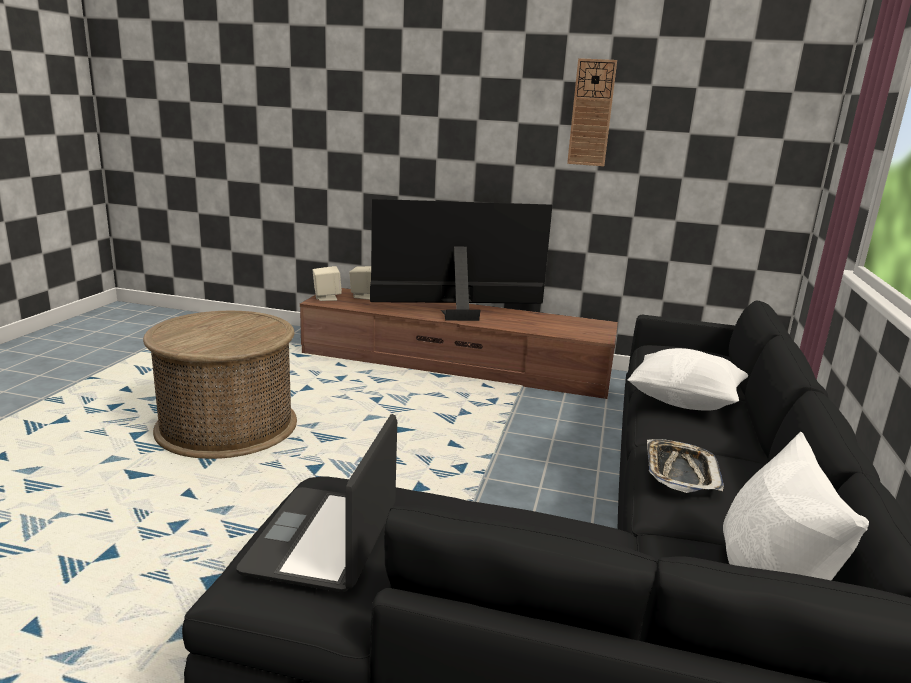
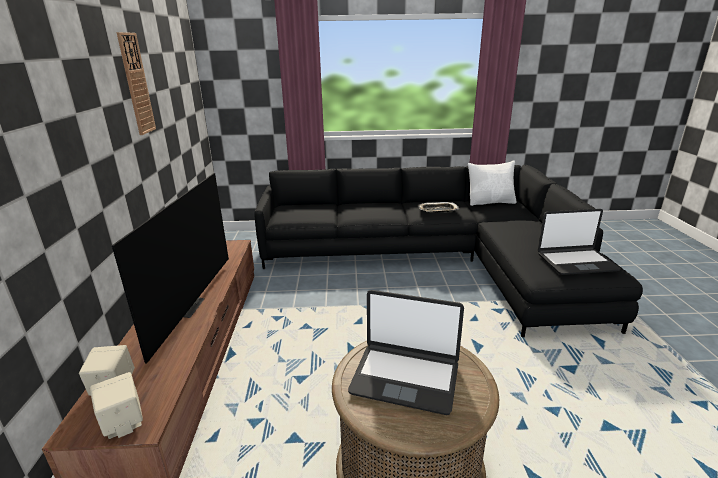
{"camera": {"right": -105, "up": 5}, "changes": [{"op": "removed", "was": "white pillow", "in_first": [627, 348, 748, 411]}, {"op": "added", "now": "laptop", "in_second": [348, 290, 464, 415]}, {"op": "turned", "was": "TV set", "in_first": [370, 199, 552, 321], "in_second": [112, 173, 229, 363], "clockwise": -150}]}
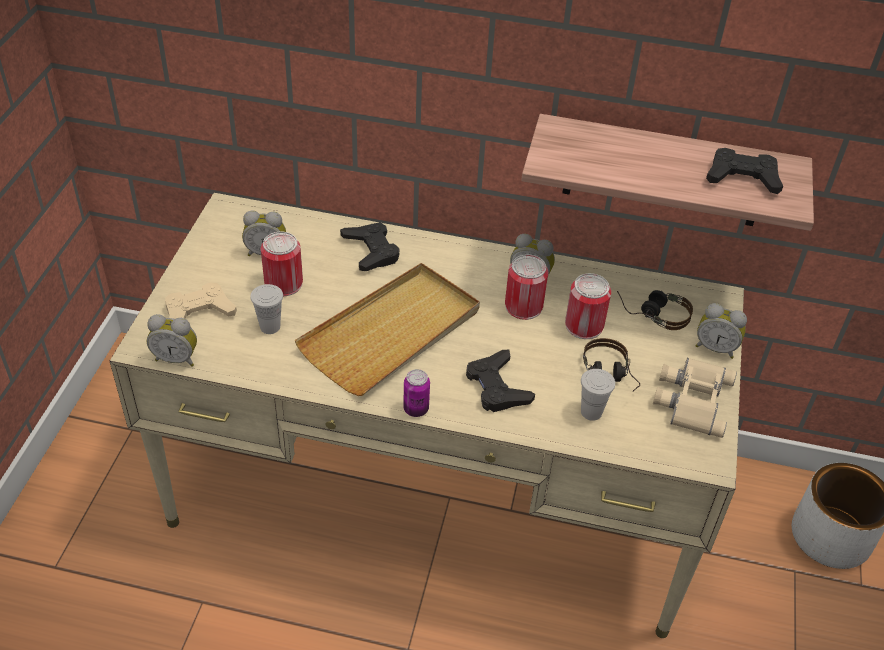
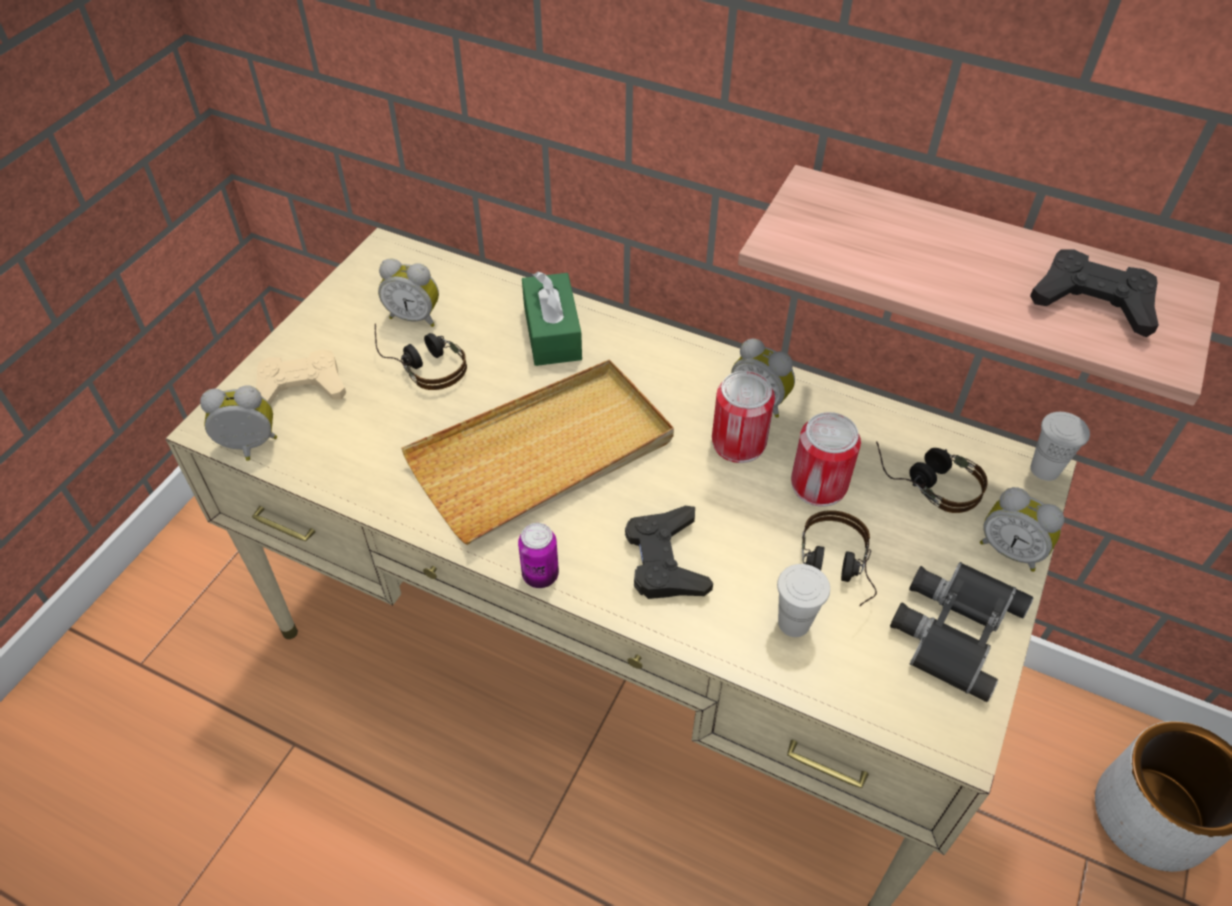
{"camera": {"right": 15, "up": 5}, "changes": [{"op": "moved", "was": "white drinking cup", "in_first": [250, 284, 283, 334], "in_second": [1030, 412, 1090, 481]}, {"op": "replaced", "was": "can", "now": "headphones", "in_first": [261, 232, 303, 296], "in_second": [375, 323, 467, 390]}, {"op": "replaced", "was": "blackish joypad", "now": "greenish box of tissues", "in_first": [340, 222, 400, 271], "in_second": [522, 272, 582, 366]}, {"op": "recoloured", "was": "beige-coloured pair of binoculars", "now": "blackish pair of binoculars", "in_first": [653, 357, 737, 438], "in_second": [890, 562, 1033, 702]}, {"op": "turned", "was": "bedside clock", "in_first": [147, 314, 197, 367], "in_second": [200, 385, 277, 461], "clockwise": 150}]}
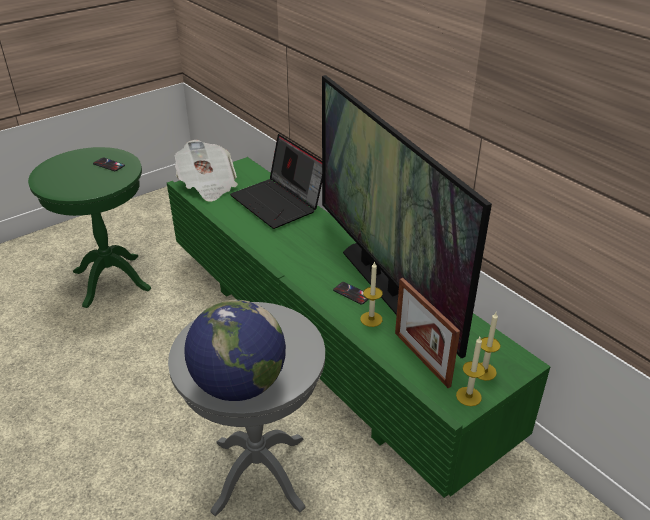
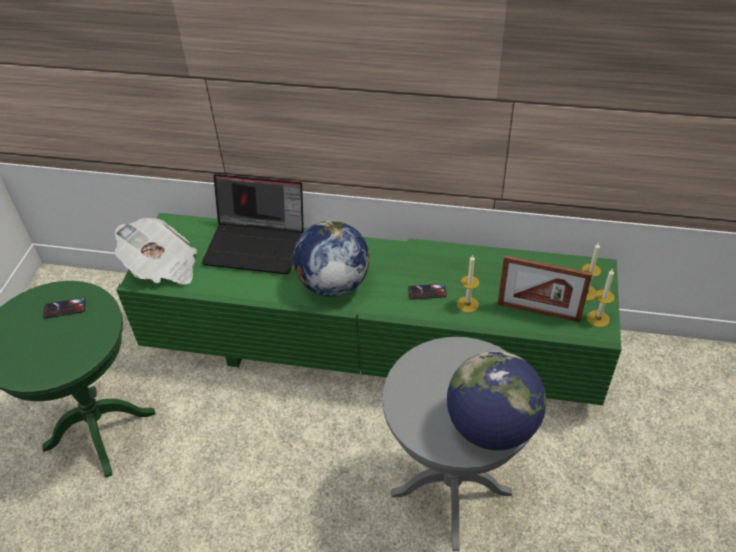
{"camera": {"right": -40, "up": 10}, "changes": [{"op": "removed", "was": "TV set", "in_first": [322, 75, 492, 359]}, {"op": "added", "now": "world globe", "in_second": [293, 220, 370, 297]}]}
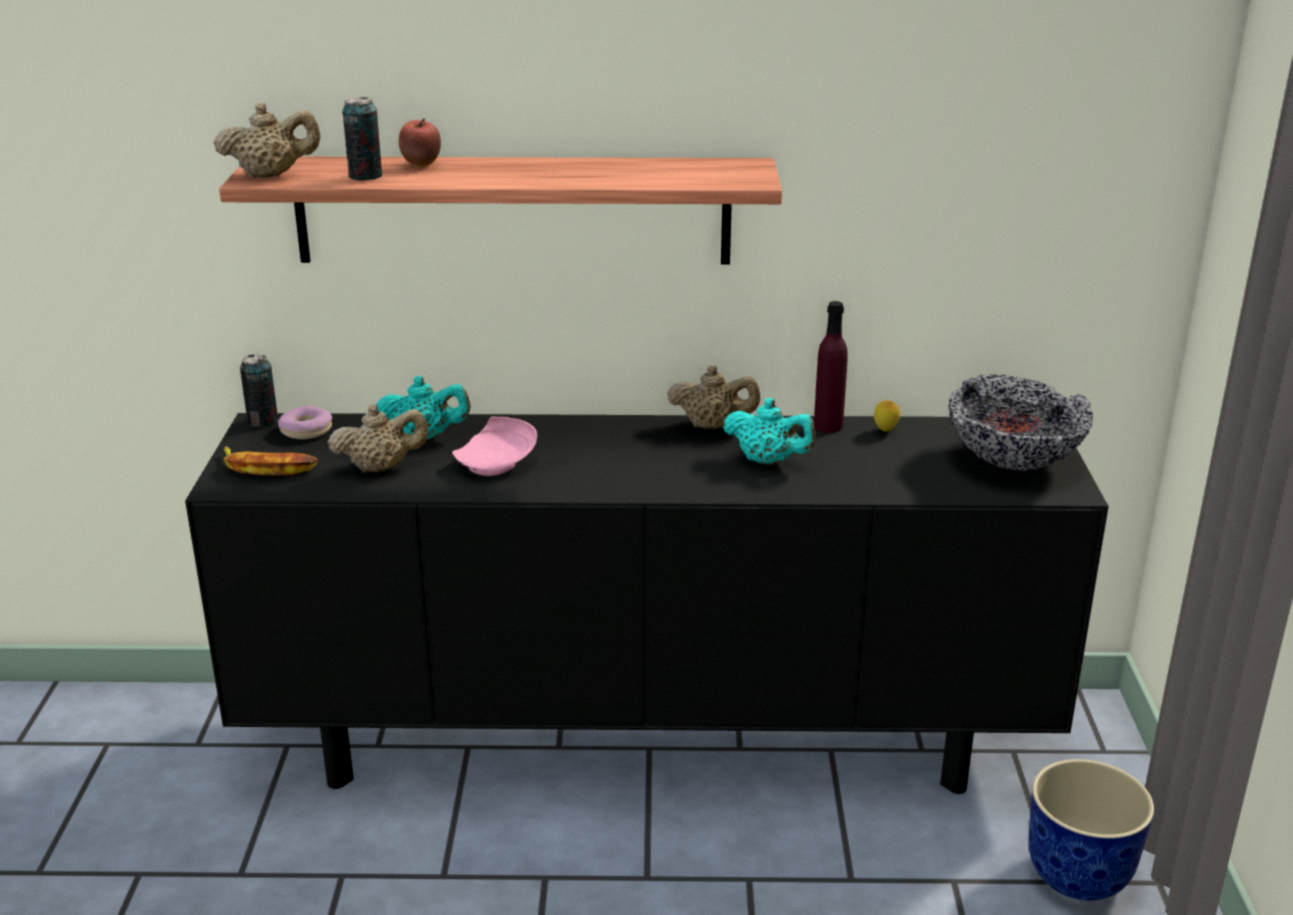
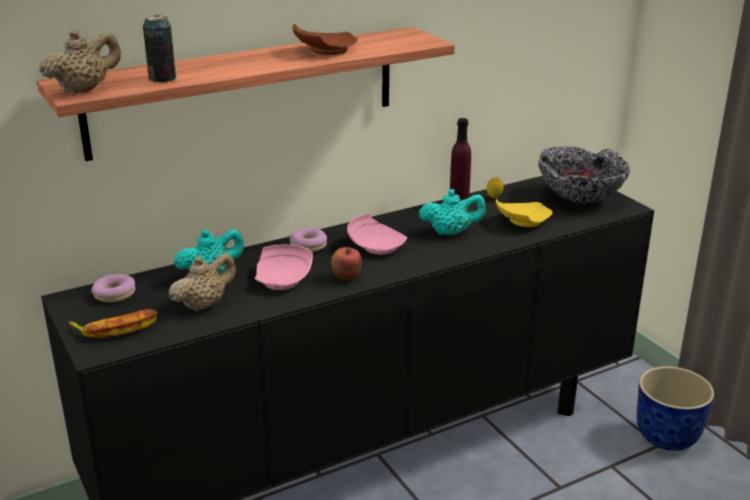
{"camera": {"right": -30, "up": 0}, "changes": [{"op": "removed", "was": "can", "in_first": [240, 354, 278, 427]}, {"op": "removed", "was": "beige-coloured tea pot", "in_first": [667, 365, 760, 429]}, {"op": "added", "now": "ring doughnut", "in_second": [290, 228, 327, 252]}, {"op": "added", "now": "brown dinner plate", "in_second": [292, 24, 358, 55]}, {"op": "added", "now": "pinkish dinner plate", "in_second": [347, 214, 407, 255]}, {"op": "added", "now": "yellowish dinner plate", "in_second": [496, 199, 552, 227]}, {"op": "moved", "was": "apple fruit", "in_first": [399, 118, 441, 167], "in_second": [331, 246, 362, 280]}]}
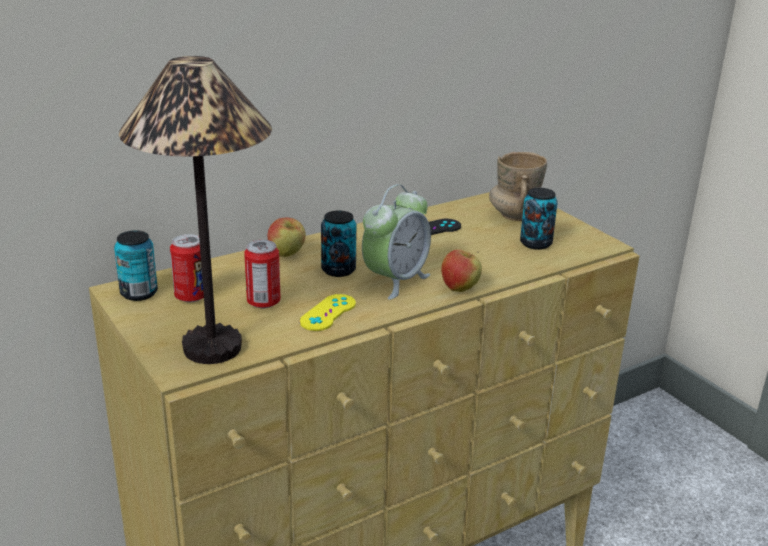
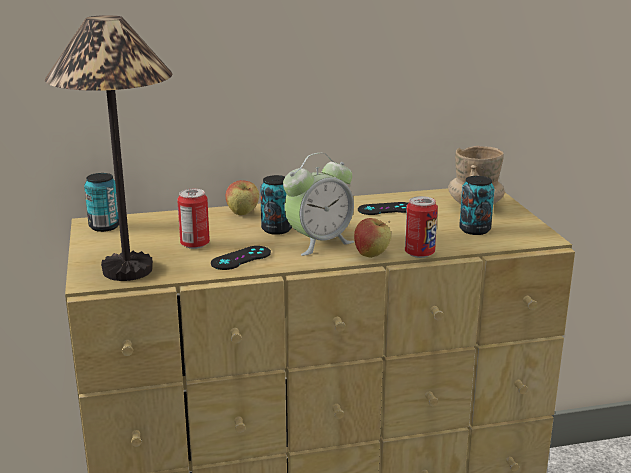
{"camera": {"right": 20, "up": -5}, "changes": [{"op": "moved", "was": "can", "in_first": [170, 234, 204, 302], "in_second": [405, 196, 438, 258]}, {"op": "recoloured", "was": "yellowish joypad", "now": "blackish joypad", "in_first": [299, 294, 356, 331], "in_second": [211, 246, 271, 270]}]}
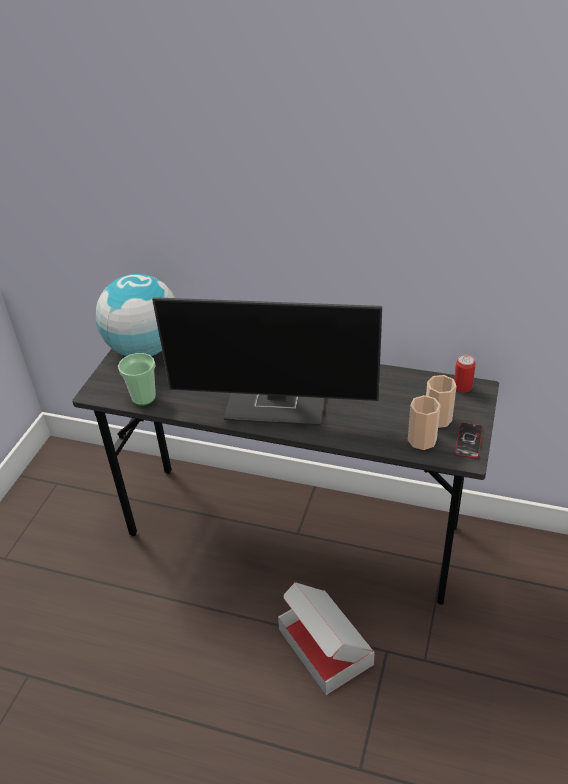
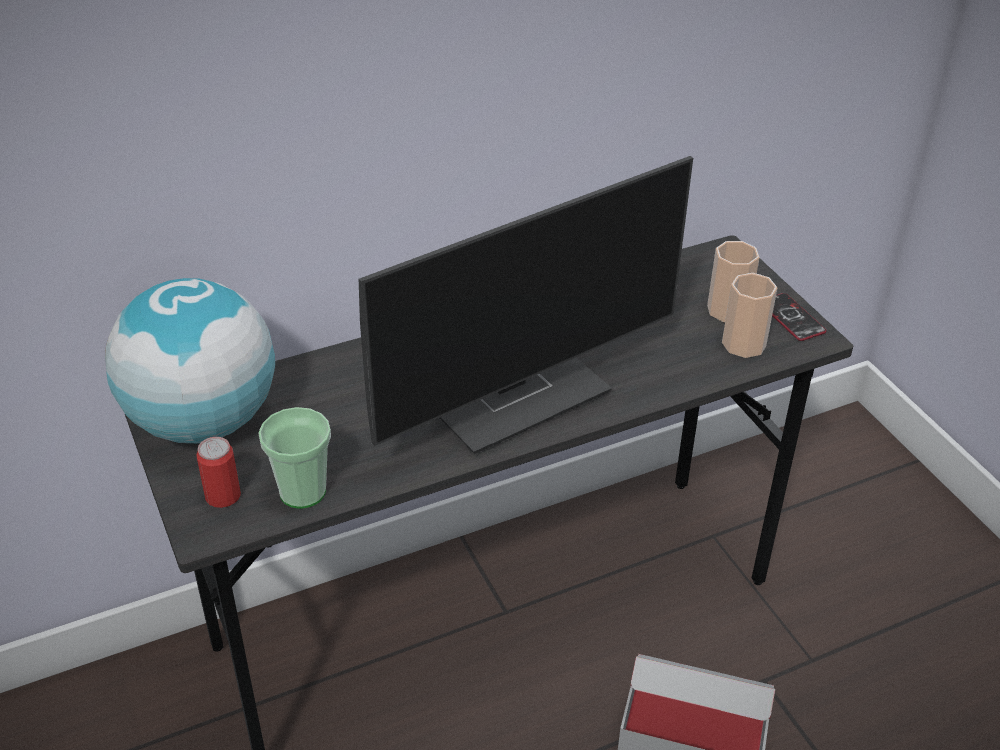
{"camera": {"right": -45, "up": 0}, "changes": [{"op": "moved", "was": "can", "in_first": [454, 354, 476, 393], "in_second": [196, 437, 241, 508]}]}
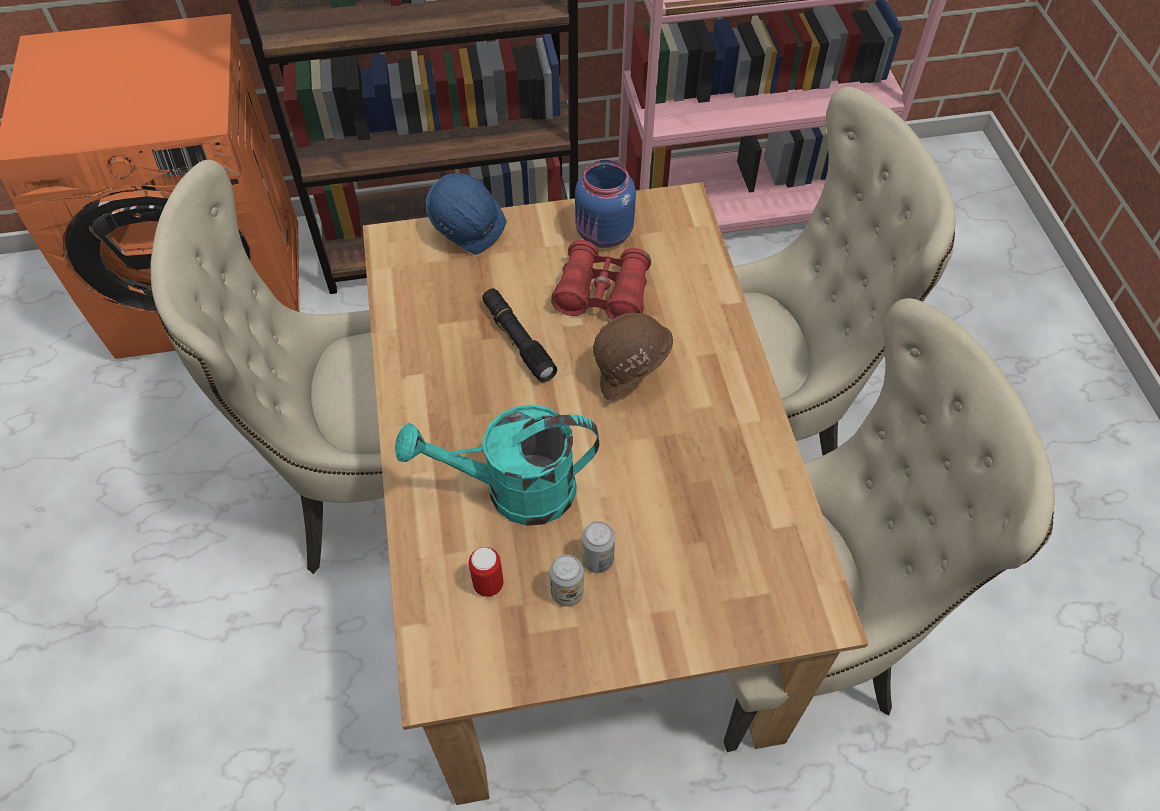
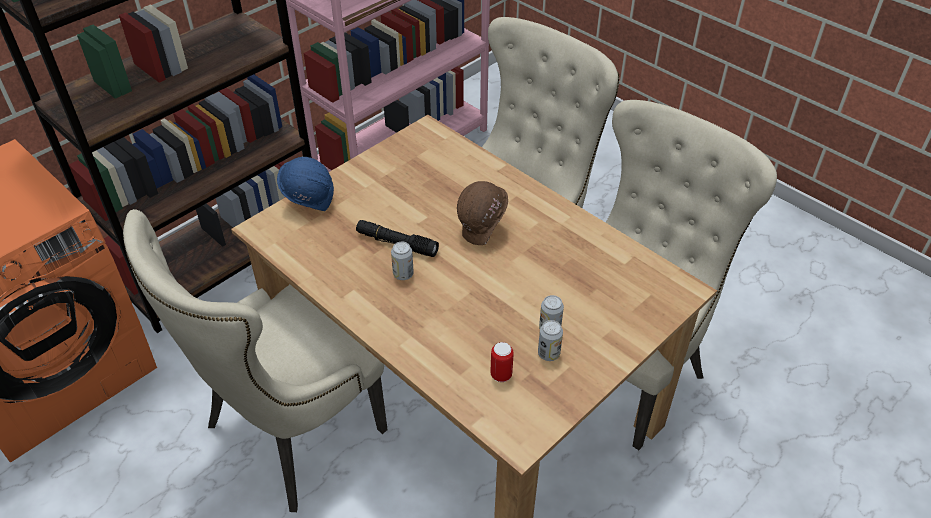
{"camera": {"right": -35, "up": -10}, "changes": [{"op": "removed", "was": "turquoise watering pot", "in_first": [395, 405, 599, 526]}, {"op": "removed", "was": "red-coloured pair of binoculars", "in_first": [551, 240, 651, 320]}, {"op": "removed", "was": "blue-coloured storage jar", "in_first": [575, 160, 636, 248]}, {"op": "added", "now": "can", "in_second": [391, 242, 414, 280]}]}
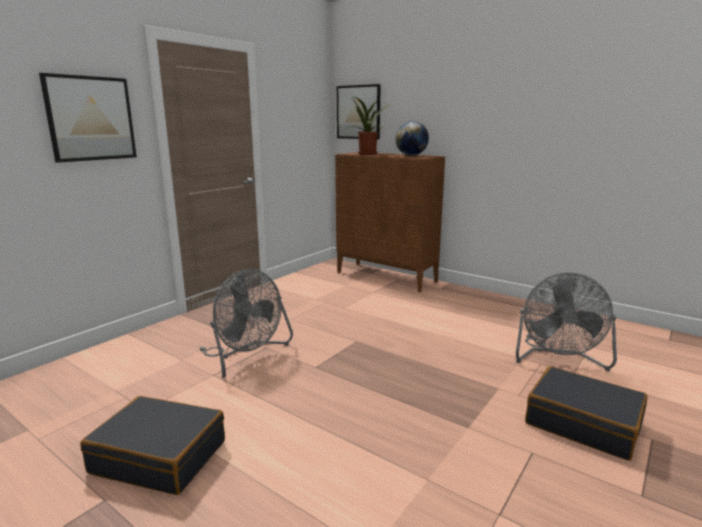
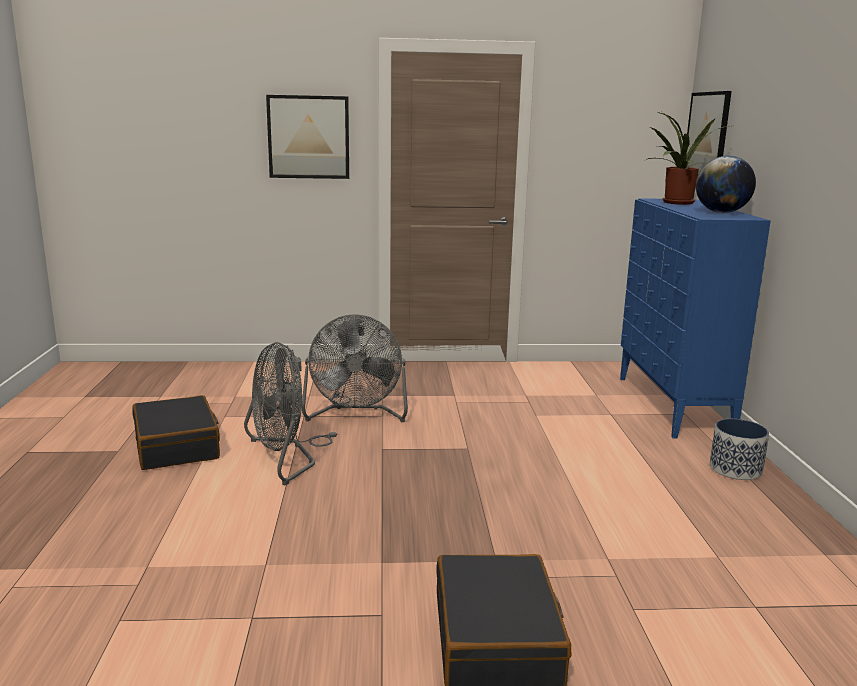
{"camera": {"right": 50, "up": 0}, "changes": [{"op": "added", "now": "flower pot", "in_second": [710, 419, 769, 480]}, {"op": "moved", "was": "gray fan", "in_first": [516, 273, 617, 372], "in_second": [244, 342, 338, 485]}, {"op": "recoloured", "was": "brown dresser", "now": "blue-coloured dresser", "in_first": [335, 152, 445, 292], "in_second": [620, 198, 771, 439]}]}
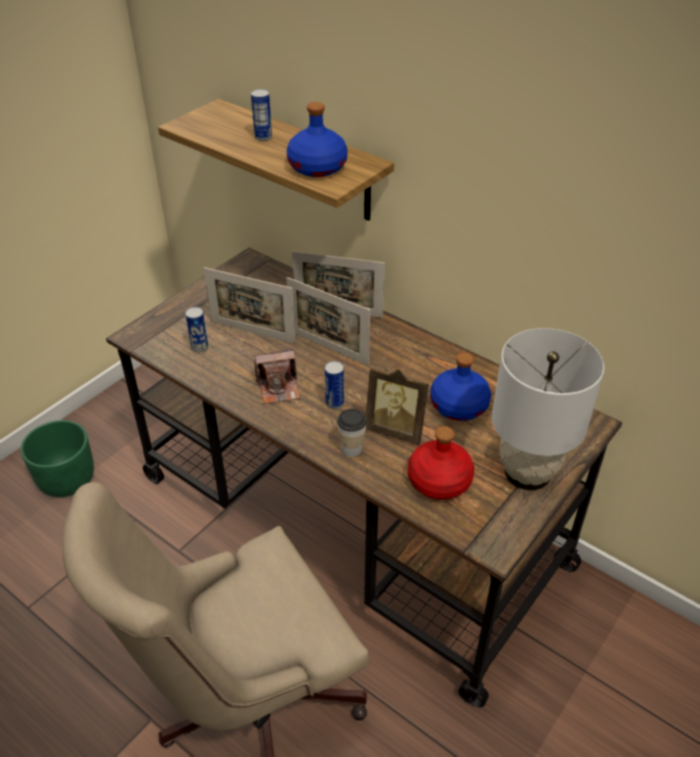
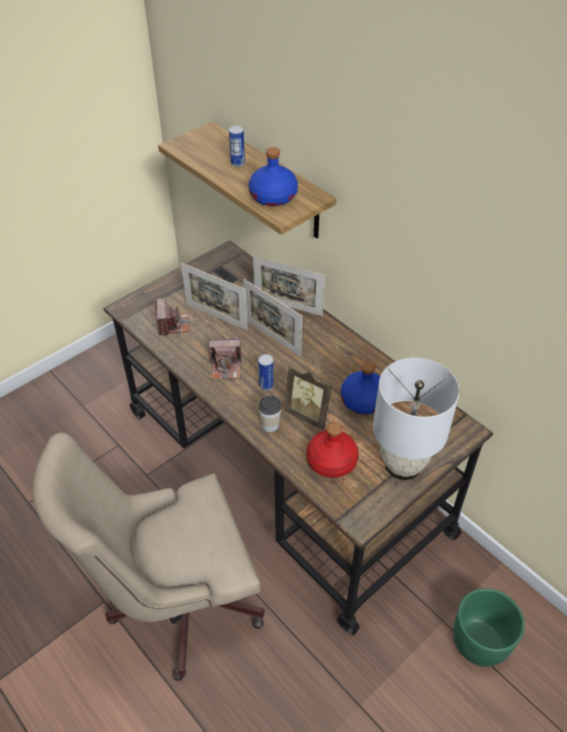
{"camera": {"right": 10, "up": 5}, "changes": [{"op": "moved", "was": "greenish flower pot", "in_first": [20, 420, 94, 497], "in_second": [453, 588, 525, 667]}, {"op": "replaced", "was": "can", "now": "photo camera", "in_first": [185, 307, 208, 352], "in_second": [154, 298, 190, 336]}]}
